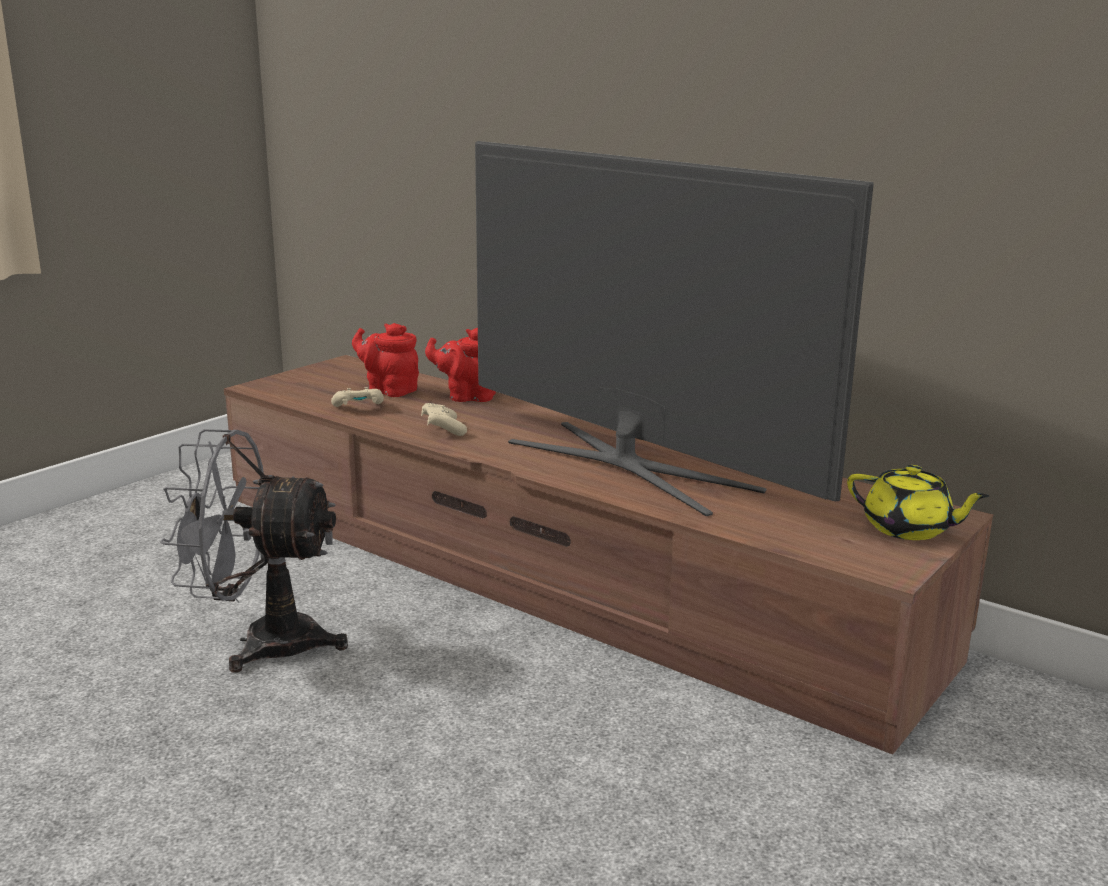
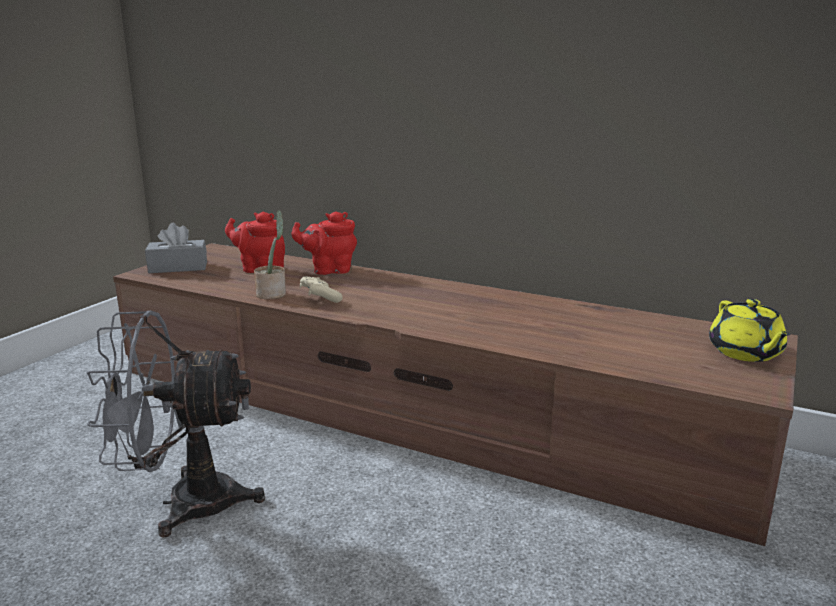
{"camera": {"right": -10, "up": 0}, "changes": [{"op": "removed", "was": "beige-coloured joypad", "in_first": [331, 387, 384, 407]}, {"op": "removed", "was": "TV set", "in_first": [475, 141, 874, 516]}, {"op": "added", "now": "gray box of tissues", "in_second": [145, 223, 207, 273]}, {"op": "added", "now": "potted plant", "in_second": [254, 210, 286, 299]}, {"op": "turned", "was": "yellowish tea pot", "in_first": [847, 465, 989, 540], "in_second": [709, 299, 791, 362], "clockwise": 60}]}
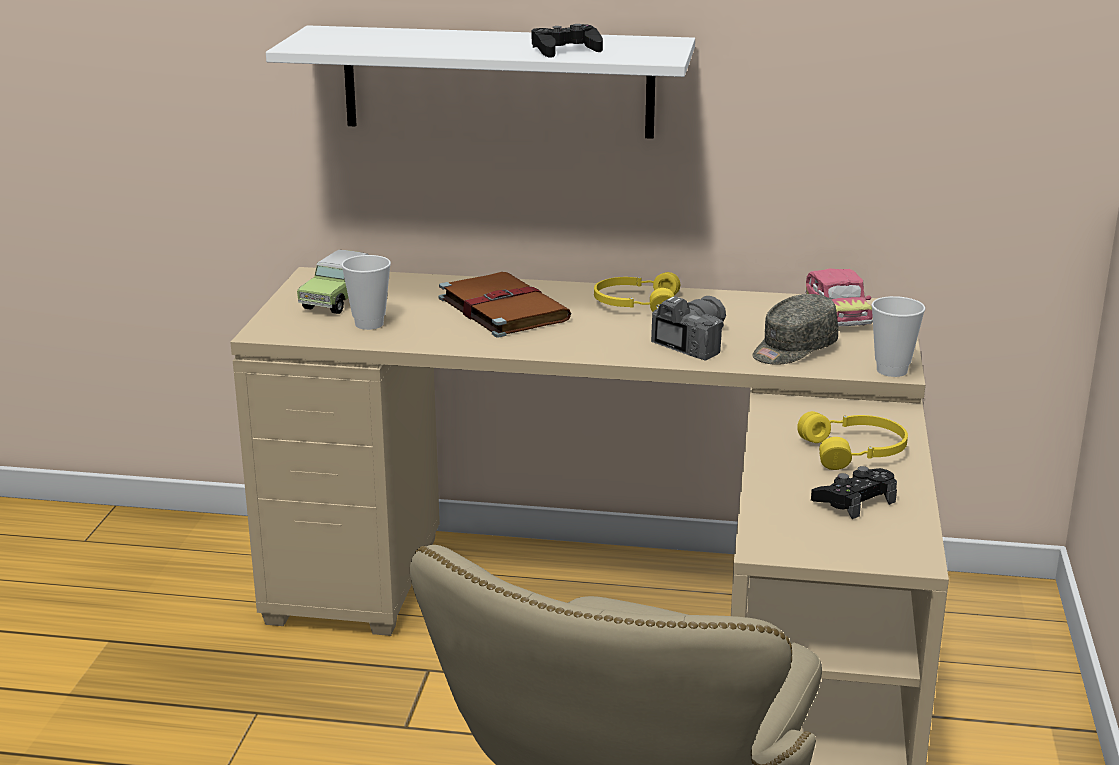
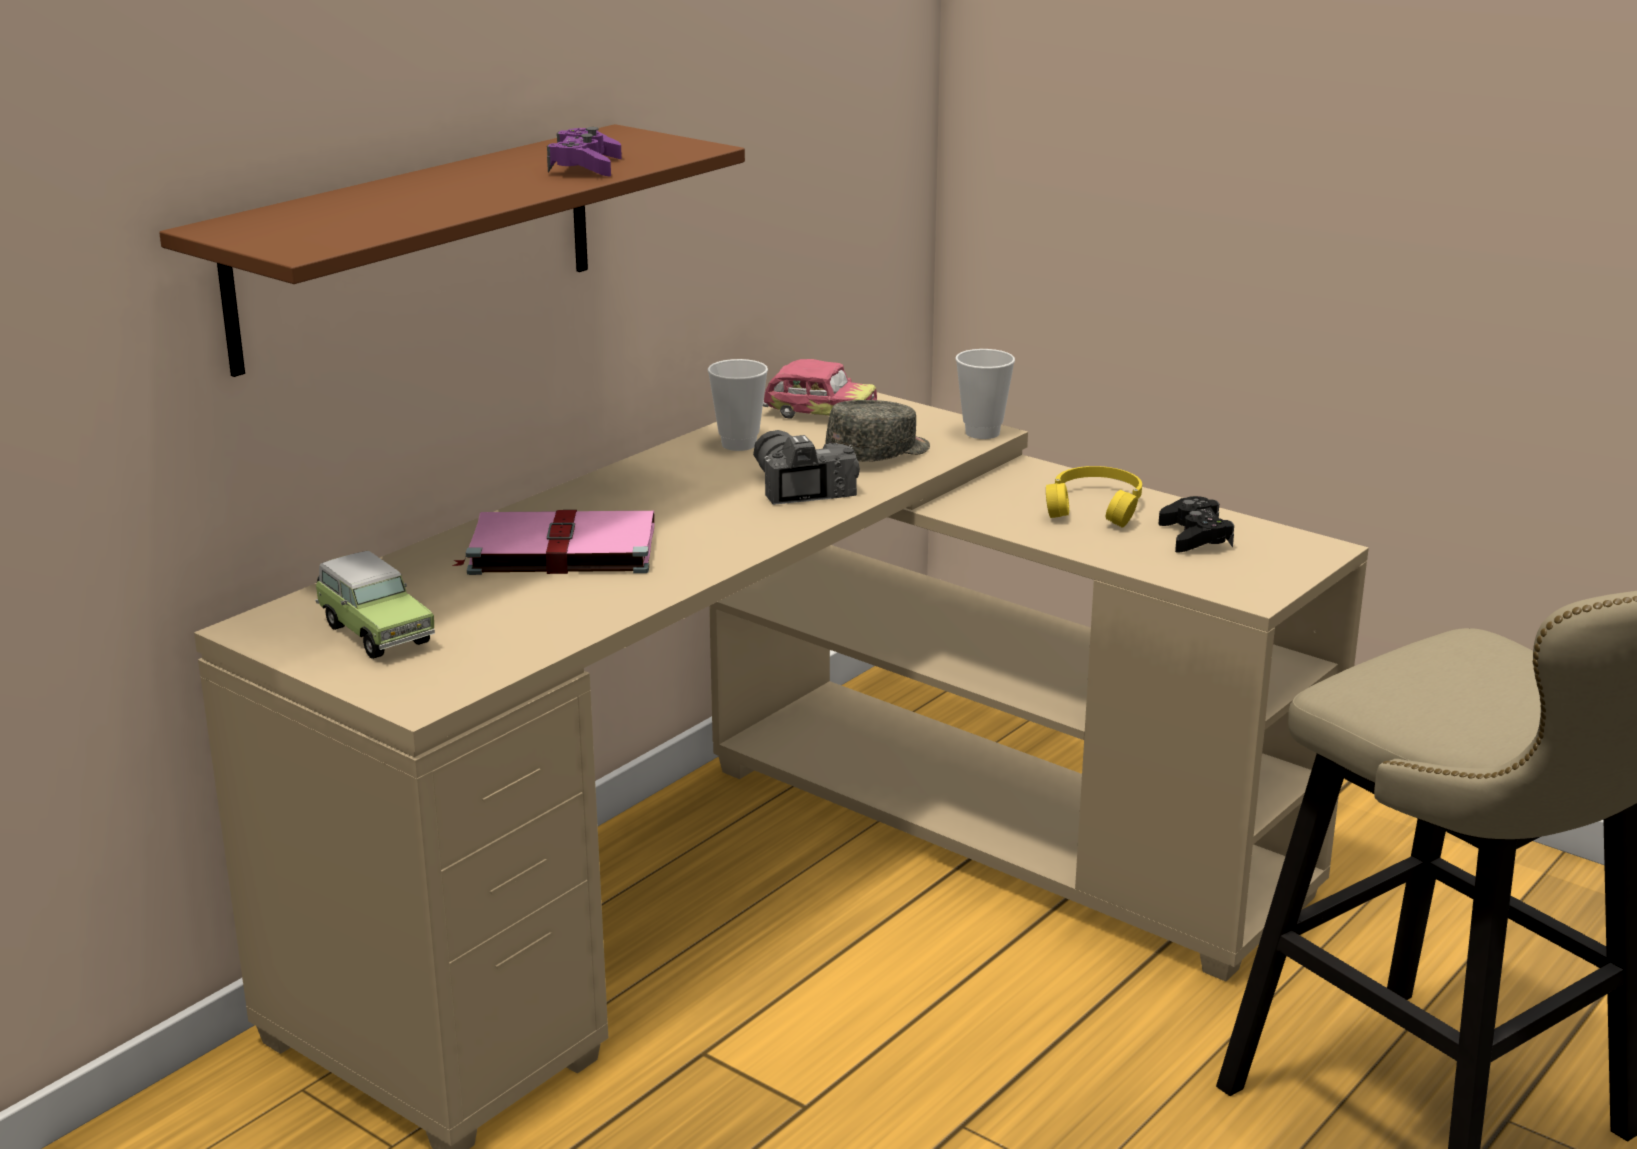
{"camera": {"right": -60, "up": 0}, "changes": [{"op": "removed", "was": "yellowish headphones", "in_first": [594, 272, 680, 312]}, {"op": "moved", "was": "drinking cup", "in_first": [341, 255, 391, 330], "in_second": [708, 359, 768, 451]}, {"op": "recoloured", "was": "white bracket shelf", "now": "brown bracket shelf", "in_first": [266, 25, 695, 139], "in_second": [159, 124, 745, 377]}, {"op": "recoloured", "was": "brown book", "now": "pinkish book", "in_first": [439, 272, 571, 338], "in_second": [452, 510, 655, 575]}, {"op": "recoloured", "was": "blackish joypad", "now": "purplish joypad", "in_first": [531, 24, 603, 58], "in_second": [547, 127, 622, 177]}, {"op": "turned", "was": "gray peaked cap", "in_first": [752, 294, 838, 365], "in_second": [825, 400, 930, 462], "clockwise": -120}]}
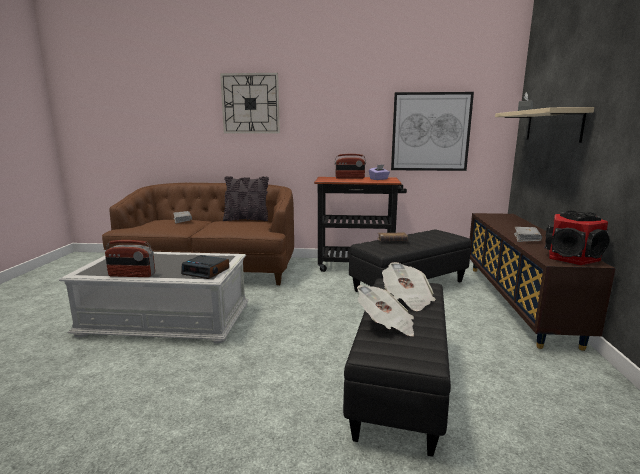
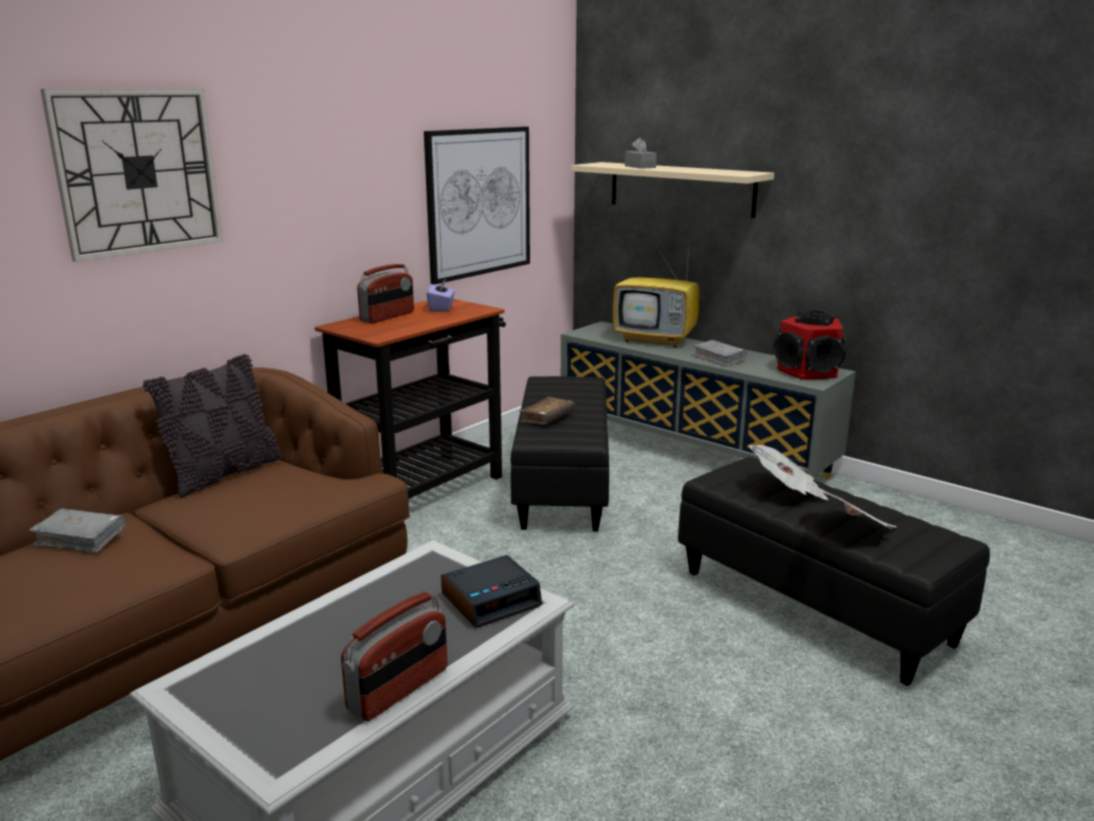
{"camera": {"right": -55, "up": 5}, "changes": [{"op": "added", "now": "TV set", "in_second": [613, 247, 700, 347]}, {"op": "recoloured", "was": "brown media console", "now": "gray media console", "in_first": [470, 213, 616, 351], "in_second": [561, 321, 856, 479]}]}
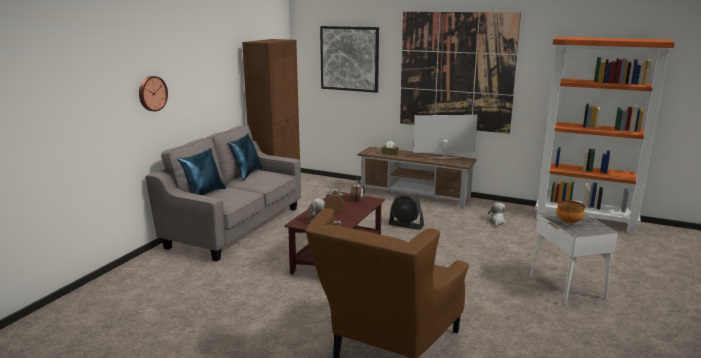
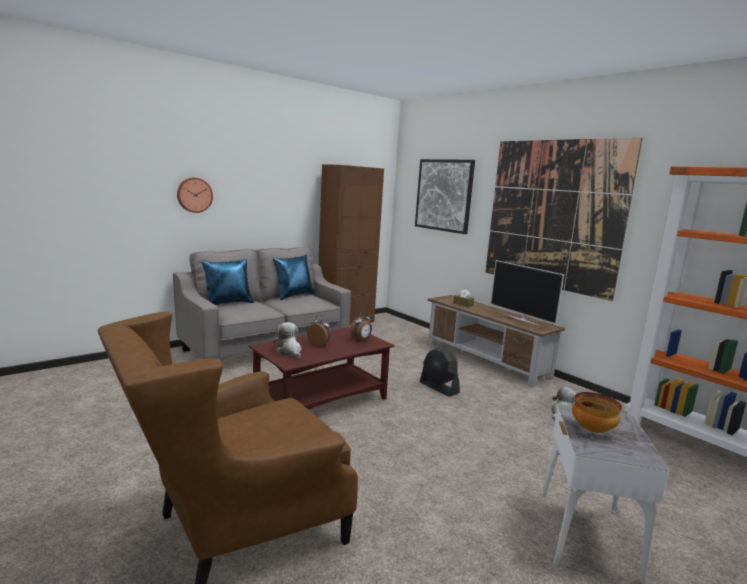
{"camera": {"right": 25, "up": -5}, "changes": [{"op": "turned", "was": "TV set", "in_first": [413, 115, 478, 159], "in_second": [490, 260, 564, 326], "clockwise": -150}]}
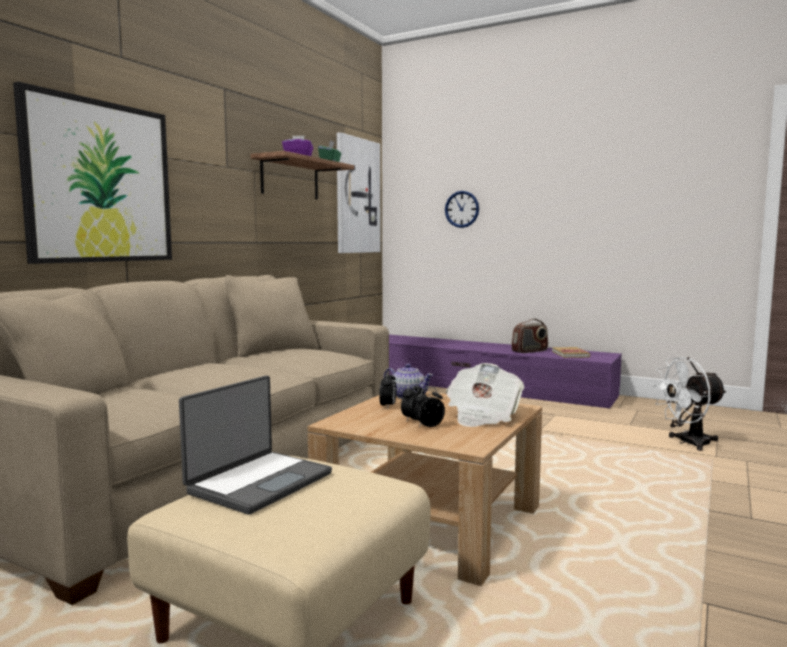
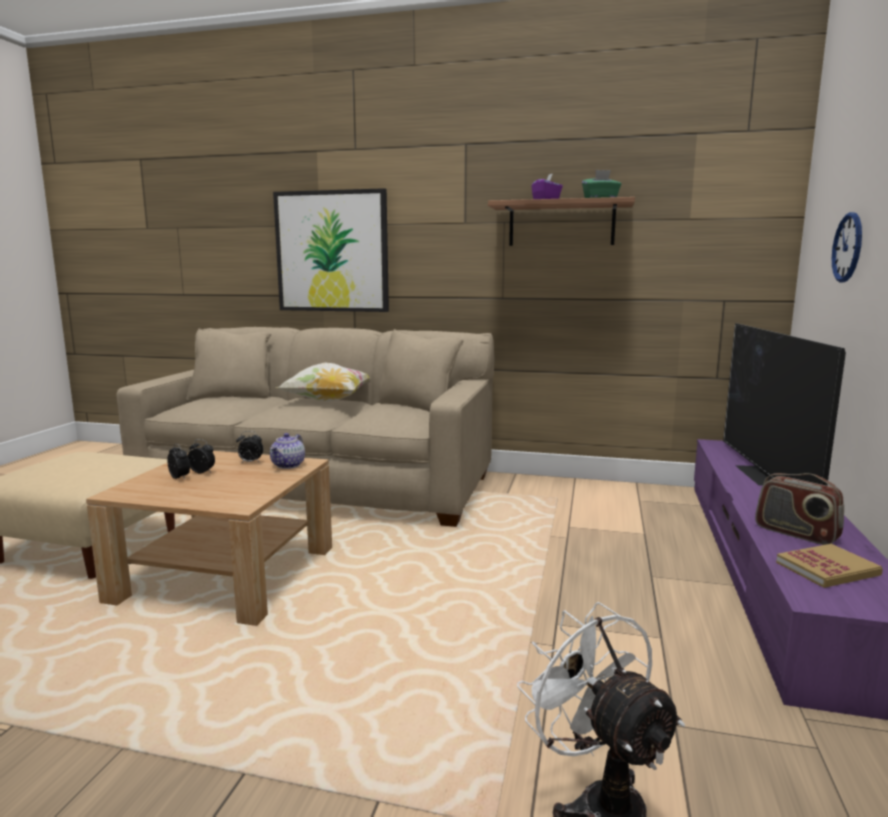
{"camera": {"right": 75, "up": 5}, "changes": [{"op": "removed", "was": "laptop", "in_first": [179, 376, 332, 515]}, {"op": "removed", "was": "wall art", "in_first": [337, 132, 380, 253]}, {"op": "removed", "was": "daily paper", "in_first": [446, 363, 524, 427]}, {"op": "added", "now": "pillow", "in_second": [277, 363, 369, 402]}, {"op": "added", "now": "TV set", "in_second": [723, 323, 846, 486]}]}
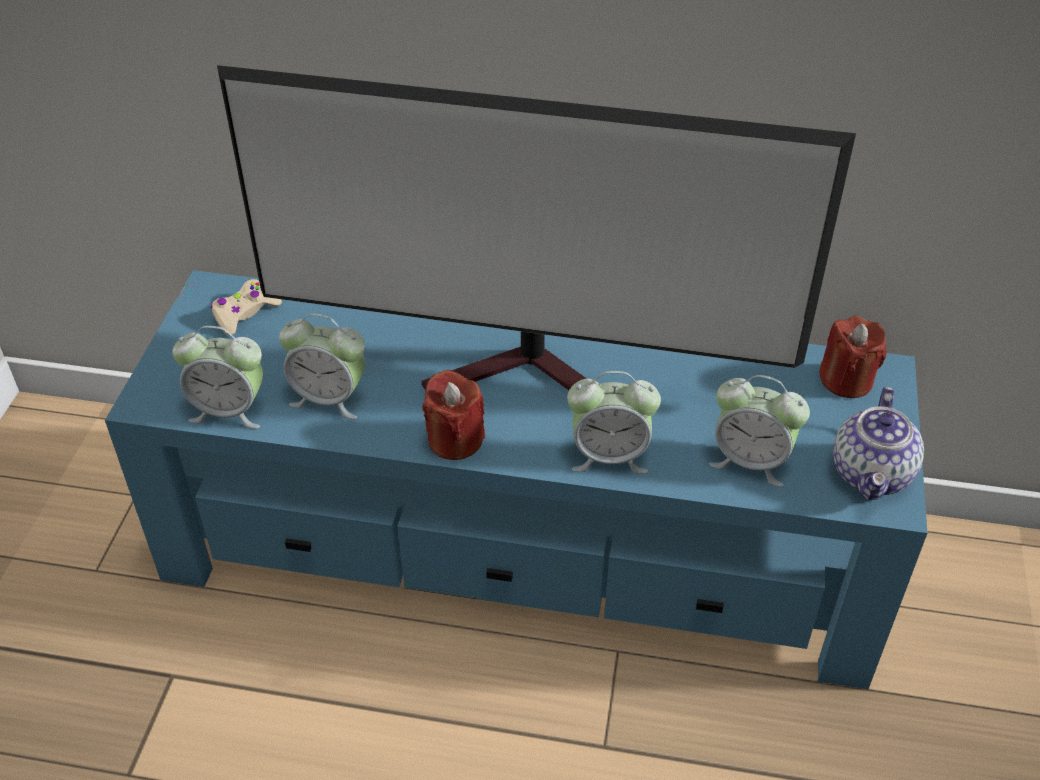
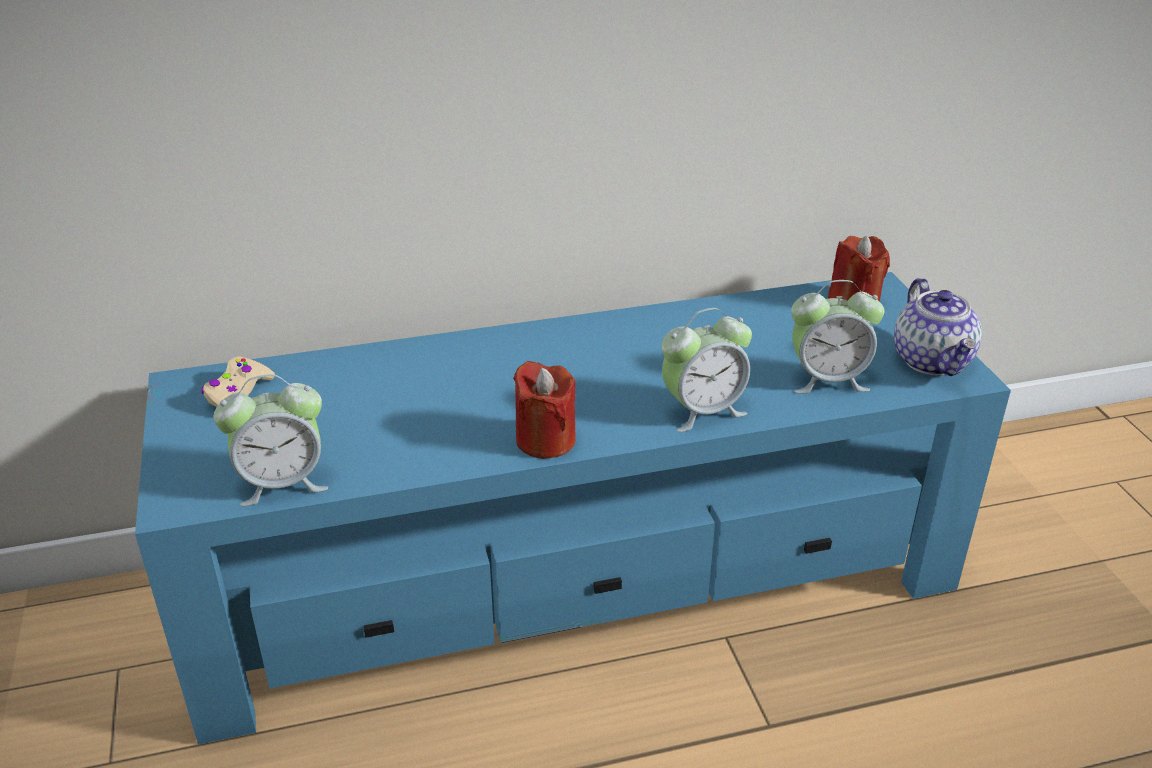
{"camera": {"right": -25, "up": -10}, "changes": [{"op": "removed", "was": "TV set", "in_first": [217, 65, 856, 391]}, {"op": "removed", "was": "bedside clock", "in_first": [279, 314, 365, 419]}]}
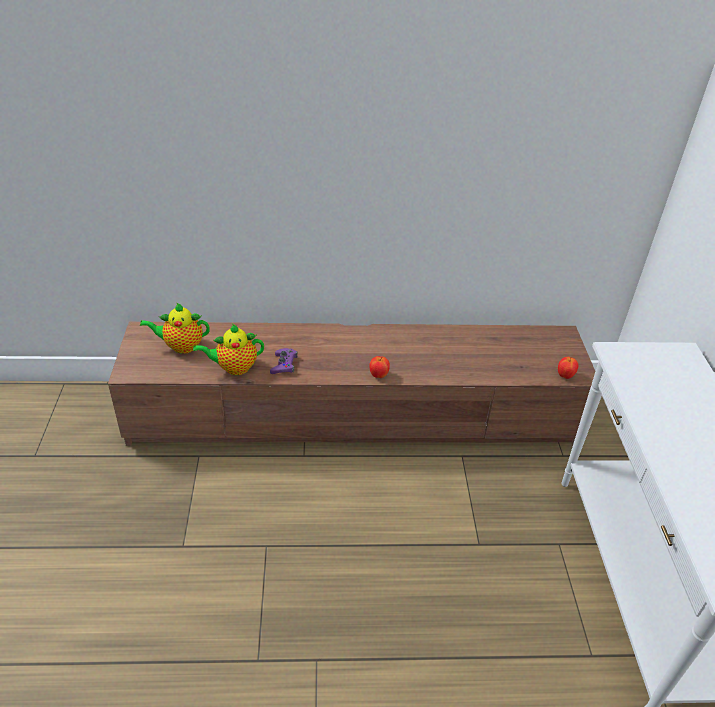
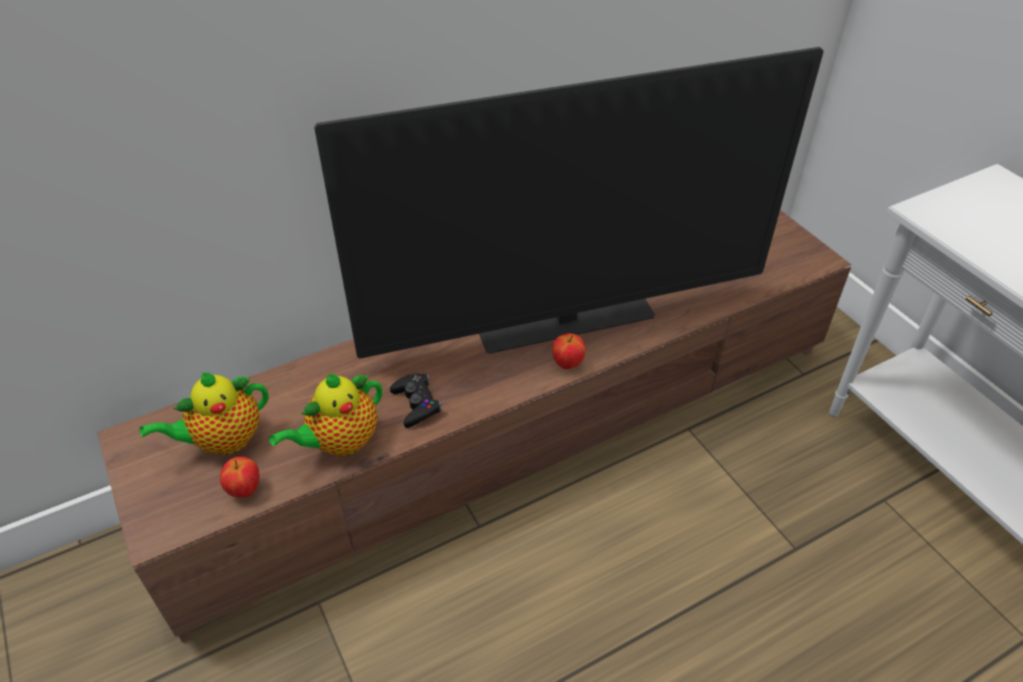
{"camera": {"right": -25, "up": 5}, "changes": [{"op": "added", "now": "TV set", "in_second": [314, 47, 824, 359]}, {"op": "moved", "was": "apple fruit", "in_first": [558, 357, 578, 379], "in_second": [220, 457, 259, 497]}, {"op": "recoloured", "was": "purplish joypad", "now": "blackish joypad", "in_first": [270, 348, 298, 374], "in_second": [390, 373, 441, 428]}]}
